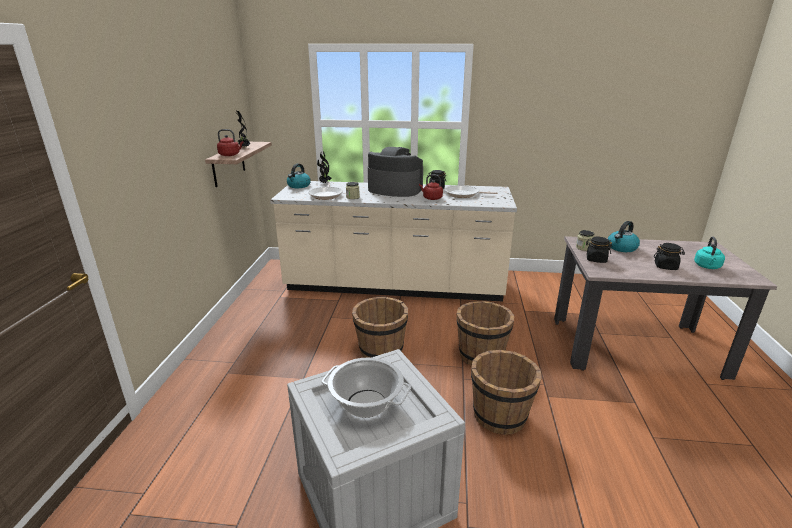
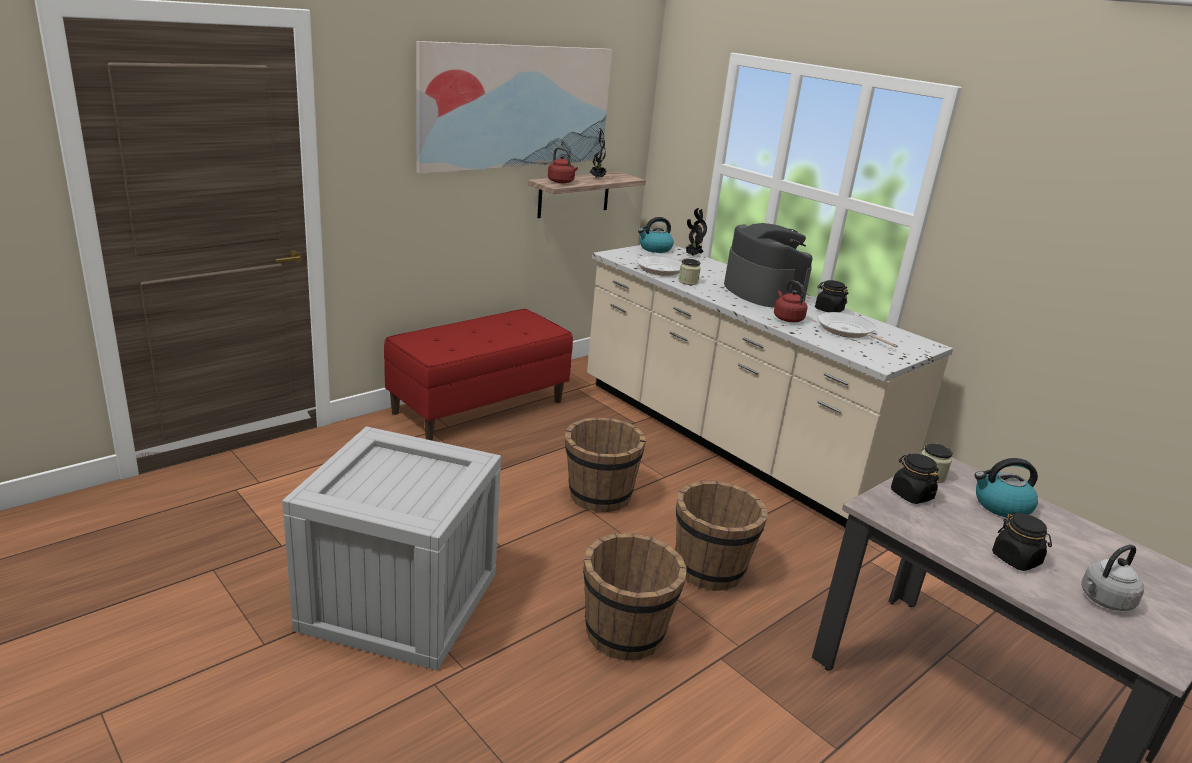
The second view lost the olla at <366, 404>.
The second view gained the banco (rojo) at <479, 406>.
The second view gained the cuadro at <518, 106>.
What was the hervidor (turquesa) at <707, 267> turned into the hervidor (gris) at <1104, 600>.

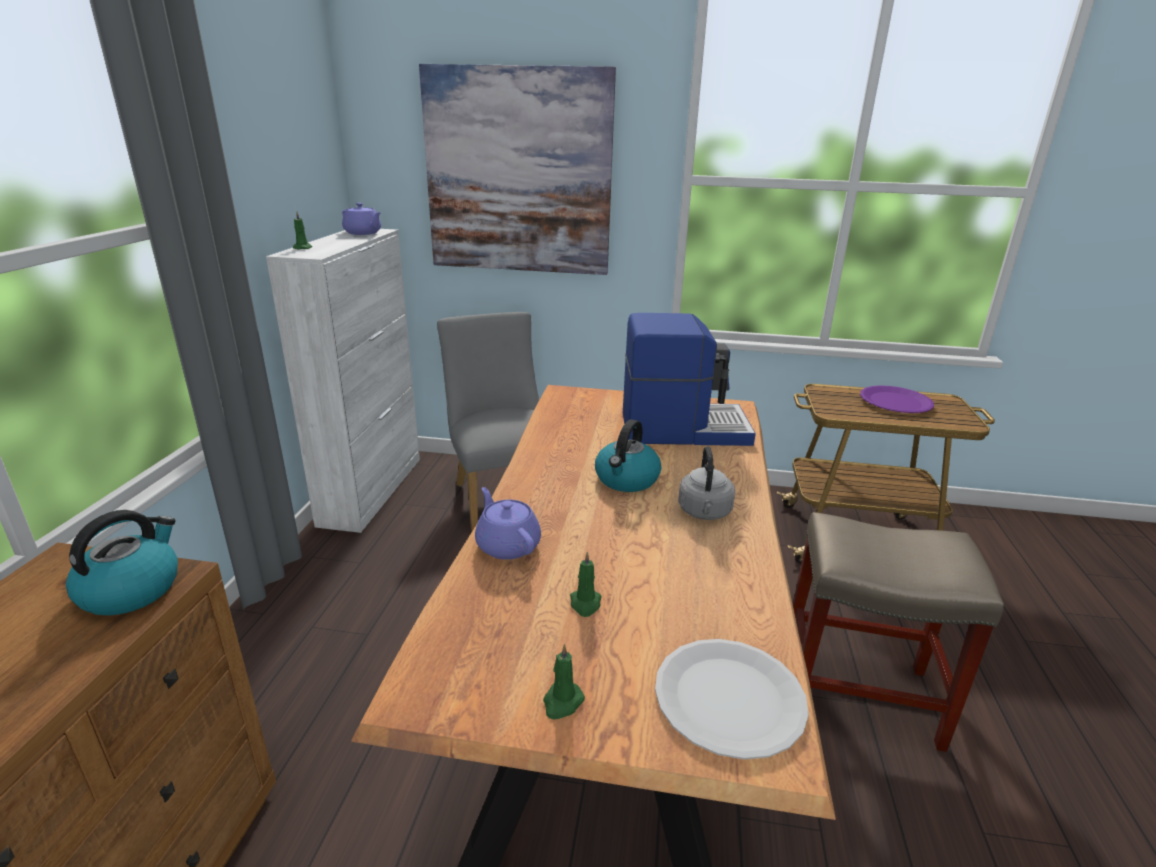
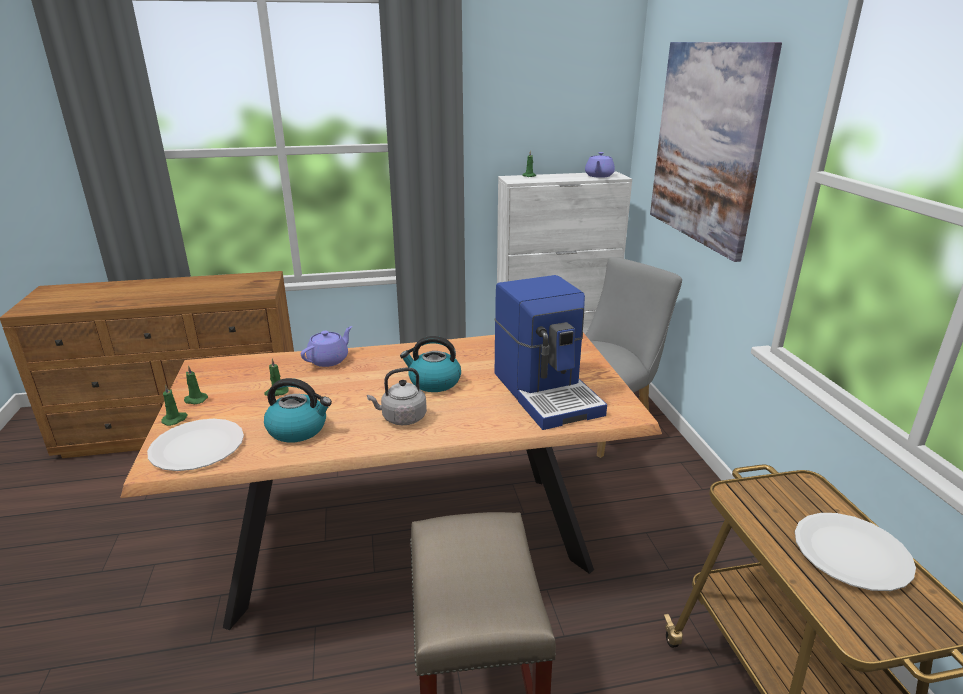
The second view gained the vela (verde) at <175, 419>.
The hervidor ended up elsewhere, having gone from <132, 589> to <298, 429>.
What was the plato (morado) at <895, 401> turned into the plato (blanco) at <851, 552>.

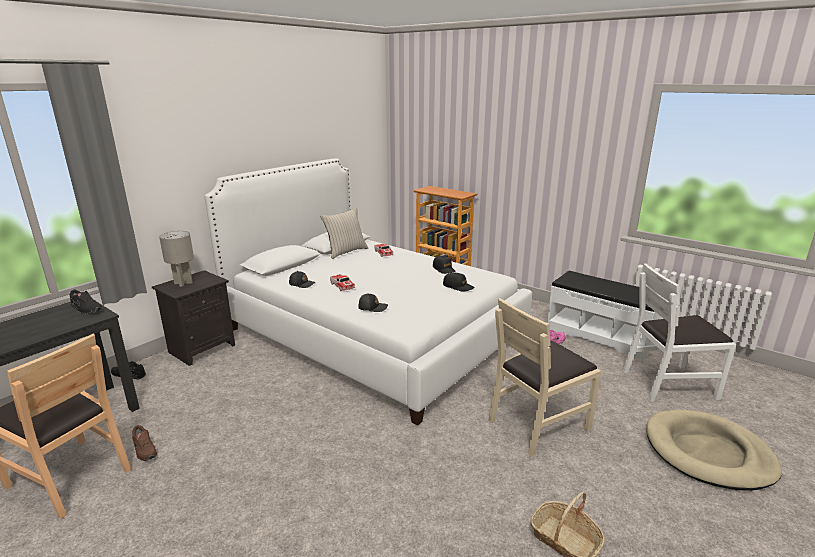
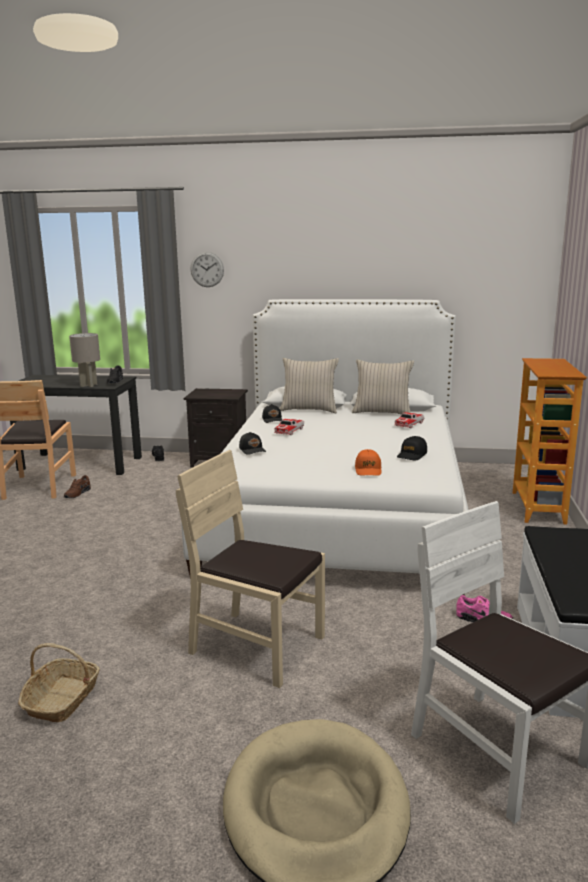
The second view gained the reloj de pared at <207, 269>.
The second view gained the cojín (beis) at <309, 410>.
The lámpara de mesa (gris) ended up elsewhere, having gone from <183, 283> to <88, 385>.
What was the gorra (negro) at <458, 286> turned into the gorra (naranja) at <368, 470>.

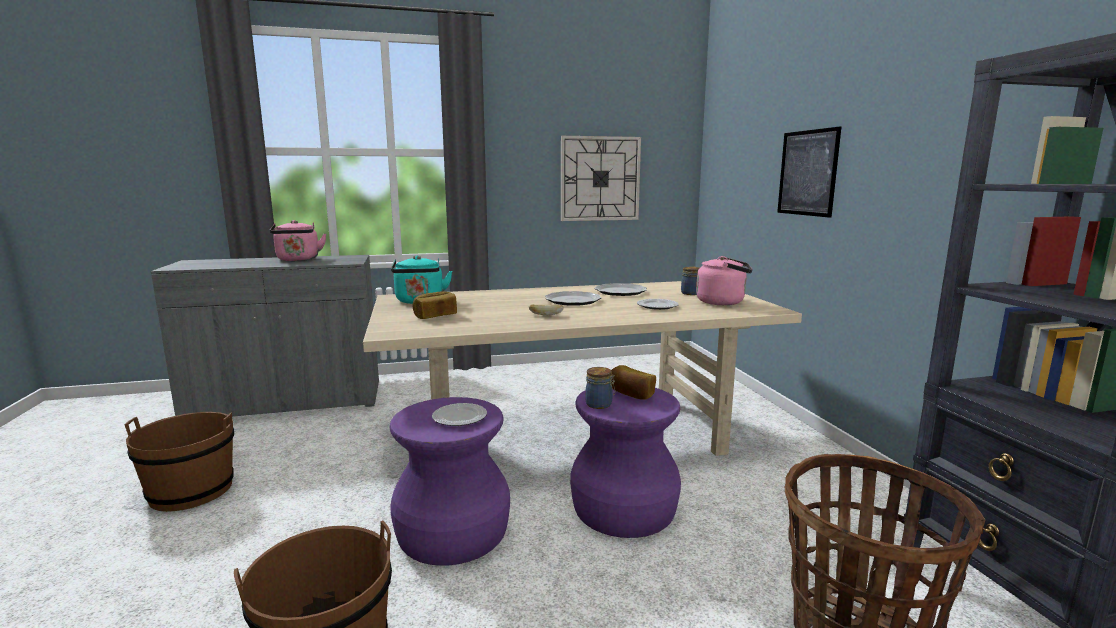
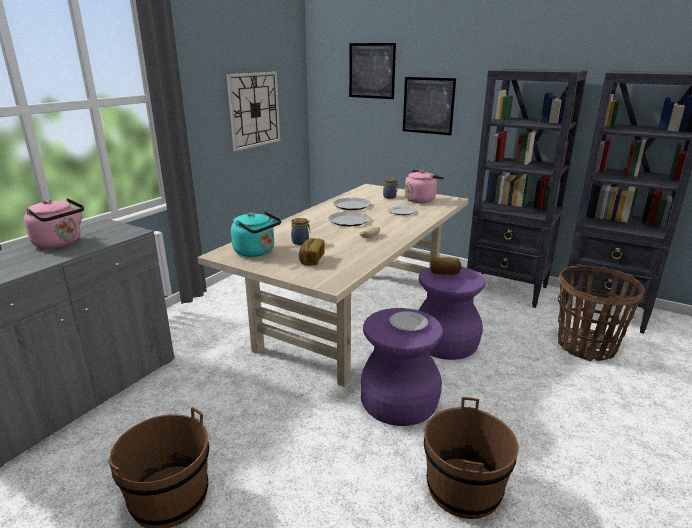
The second view gained the cuadro at <371, 71>.
The second view gained the estantería (negro) at <507, 289>.
The tarro ended up elsewhere, having gone from <600, 404> to <301, 242>.

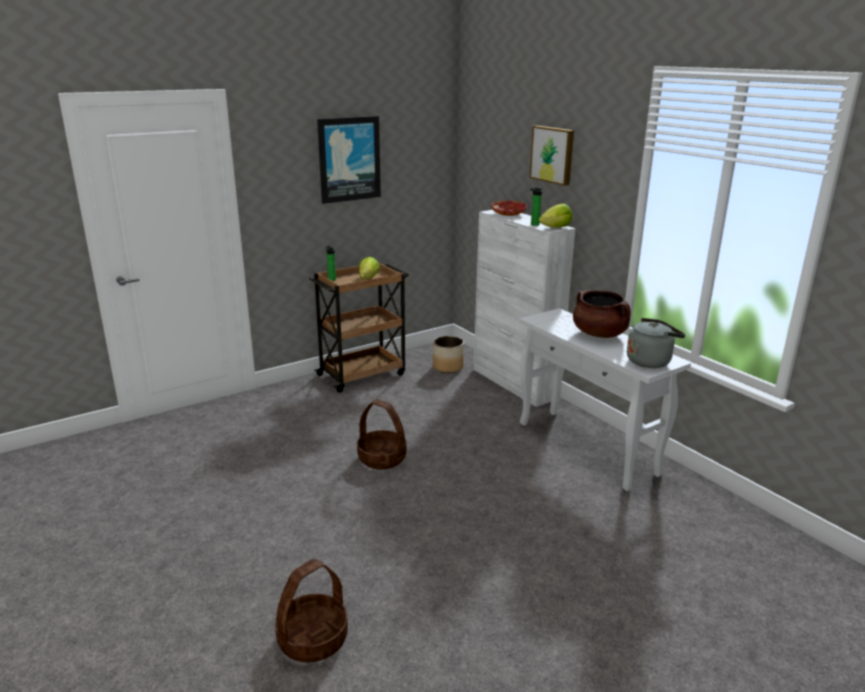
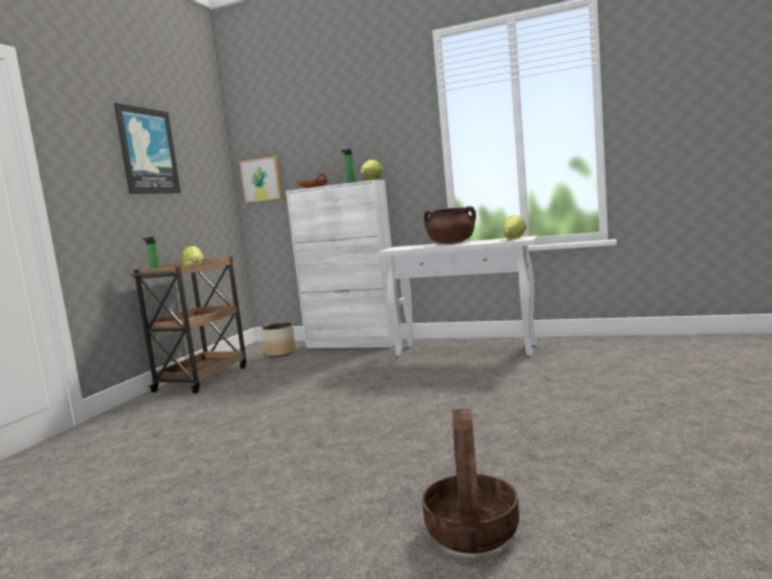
The second view lost the cesta at <382, 458>.
The cuadro ended up elsewhere, having gone from <553, 154> to <262, 180>.
Where the hervidor (gris) stood at <650, 361>, the lechuga came to stand at <513, 239>.

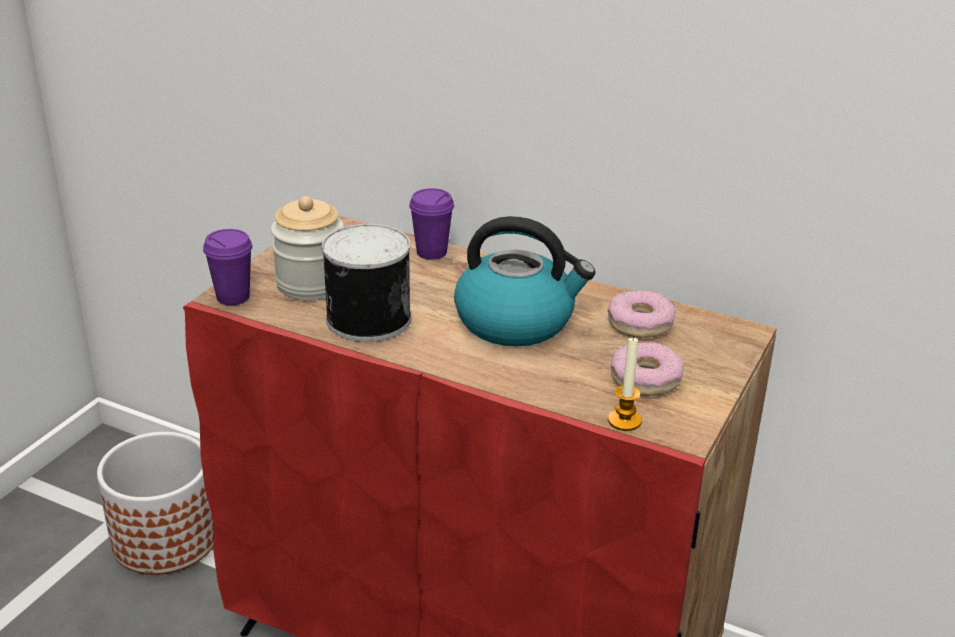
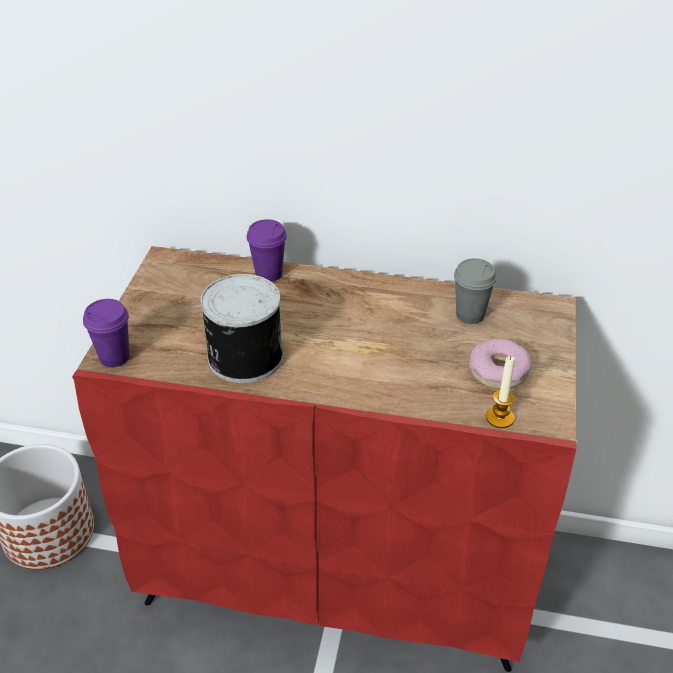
The second view lost the tarro at <311, 284>.
The second view lost the hervidor at <516, 321>.
Where the rosquilla stood at <639, 323>, the taza (gris) came to stand at <470, 315>.

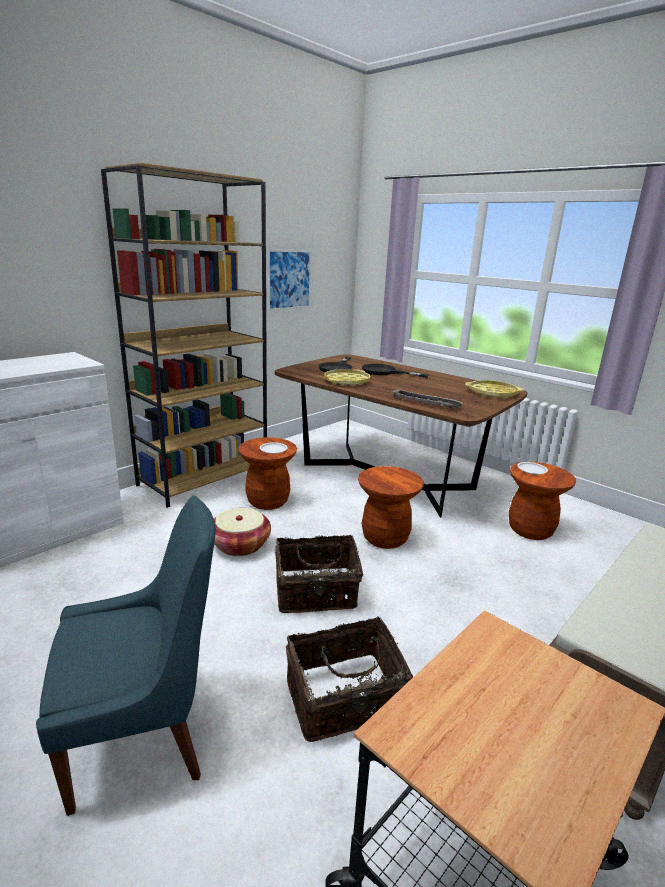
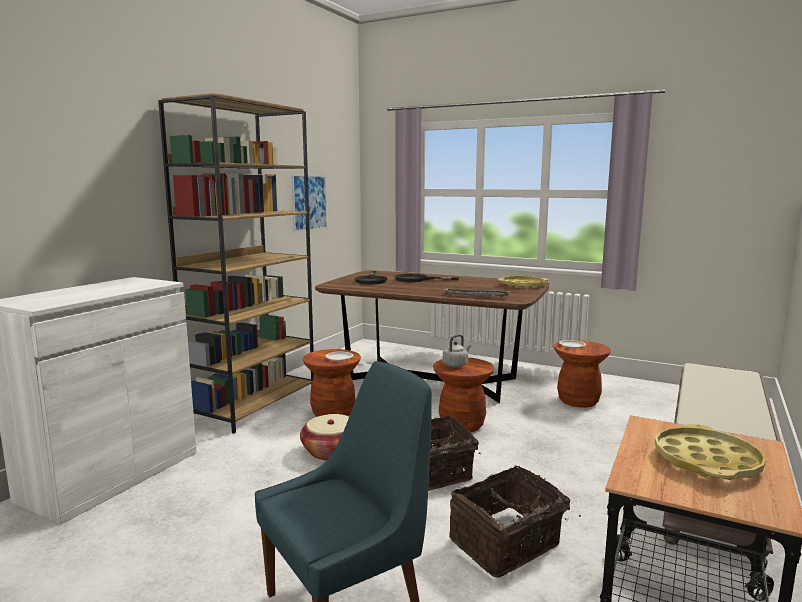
The second view gained the hervidor (gris) at <456, 364>.
The bandeja (amarillo) ended up elsewhere, having gone from <347, 381> to <706, 461>.

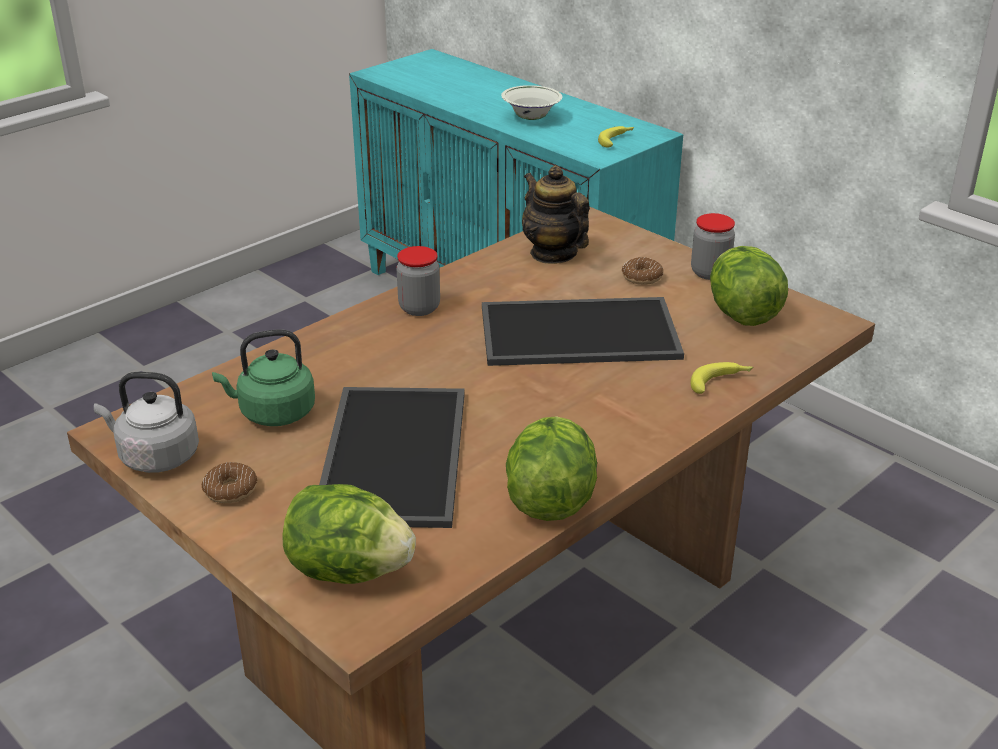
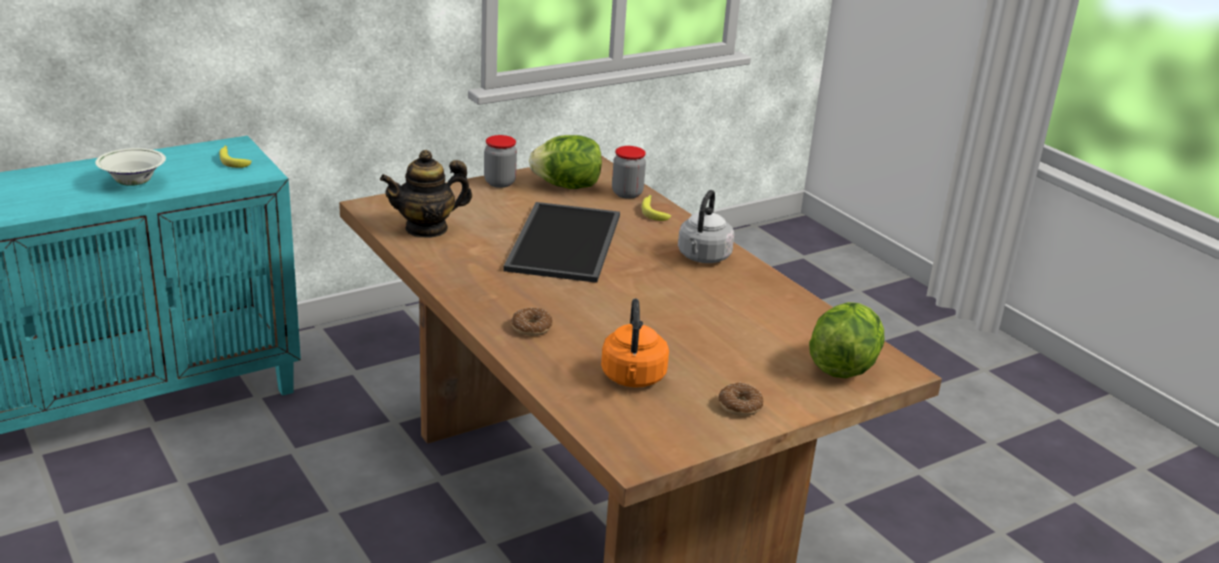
The second view lost the bandeja at <397, 456>.
The second view lost the lechuga at <550, 500>.
The hervidor (gris) ended up elsewhere, having gone from <155, 457> to <703, 257>.
The tarro ended up elsewhere, having gone from <419, 308> to <627, 193>.
The rosquilla ended up elsewhere, having gone from <642, 277> to <531, 328>.
What was the hervidor (verde) at <273, 413> turned into the hervidor (naranja) at <633, 379>.

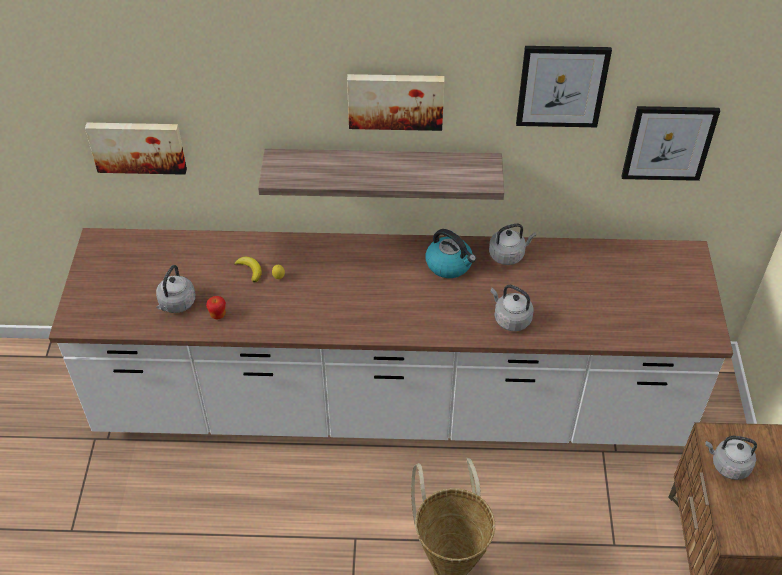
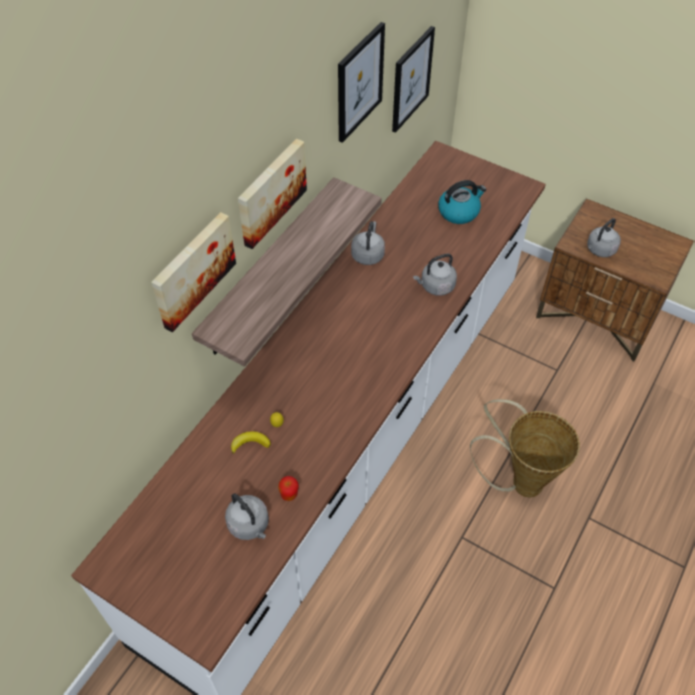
The cuadro ended up elsewhere, having gone from <137, 146> to <192, 270>.
The hervidor ended up elsewhere, having gone from <449, 264> to <459, 211>.

